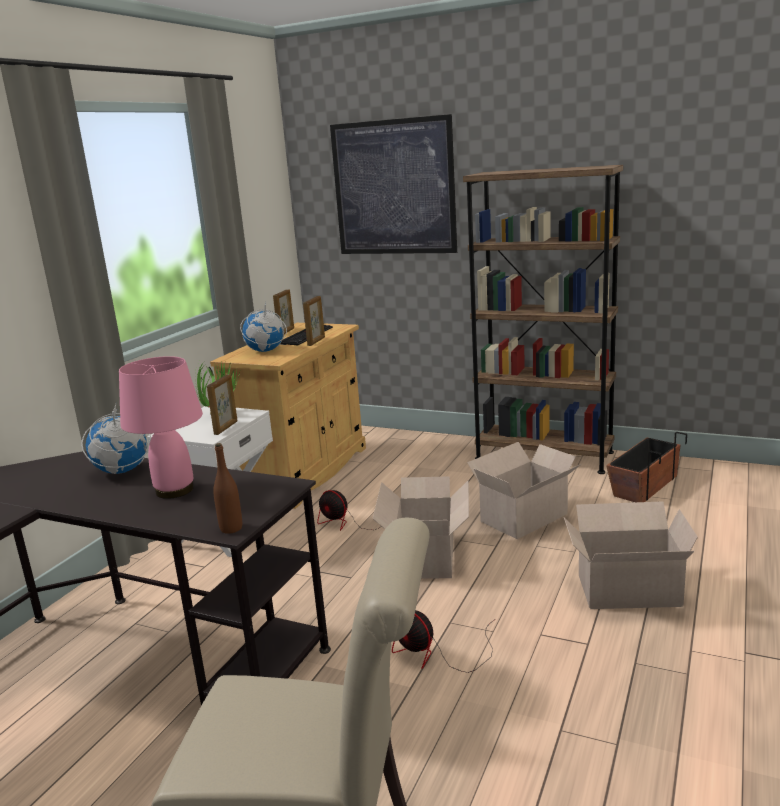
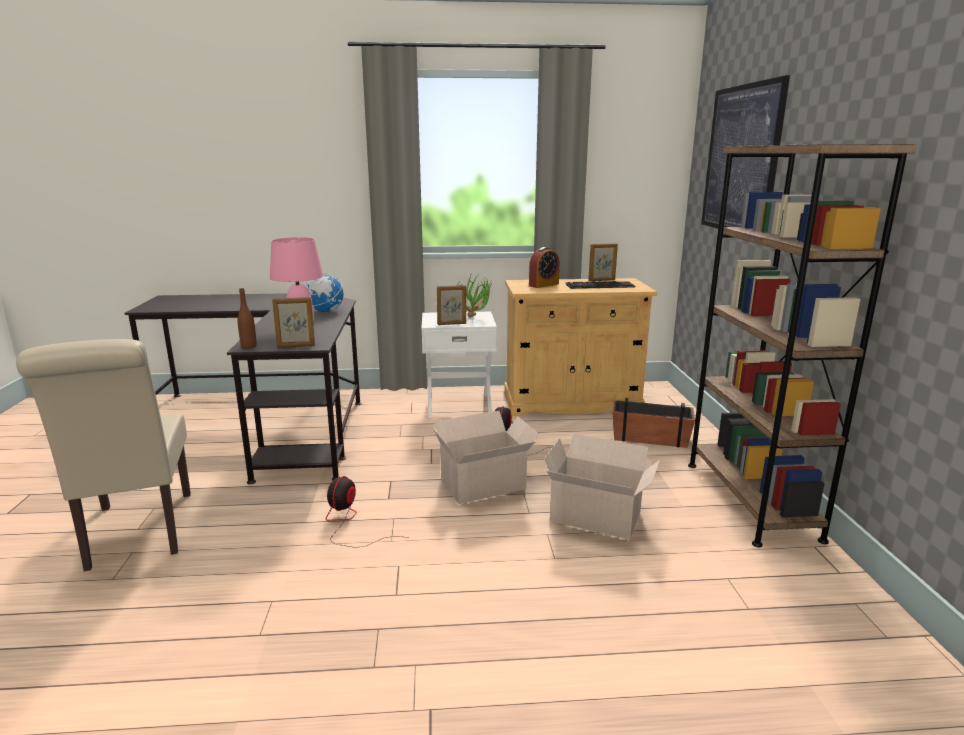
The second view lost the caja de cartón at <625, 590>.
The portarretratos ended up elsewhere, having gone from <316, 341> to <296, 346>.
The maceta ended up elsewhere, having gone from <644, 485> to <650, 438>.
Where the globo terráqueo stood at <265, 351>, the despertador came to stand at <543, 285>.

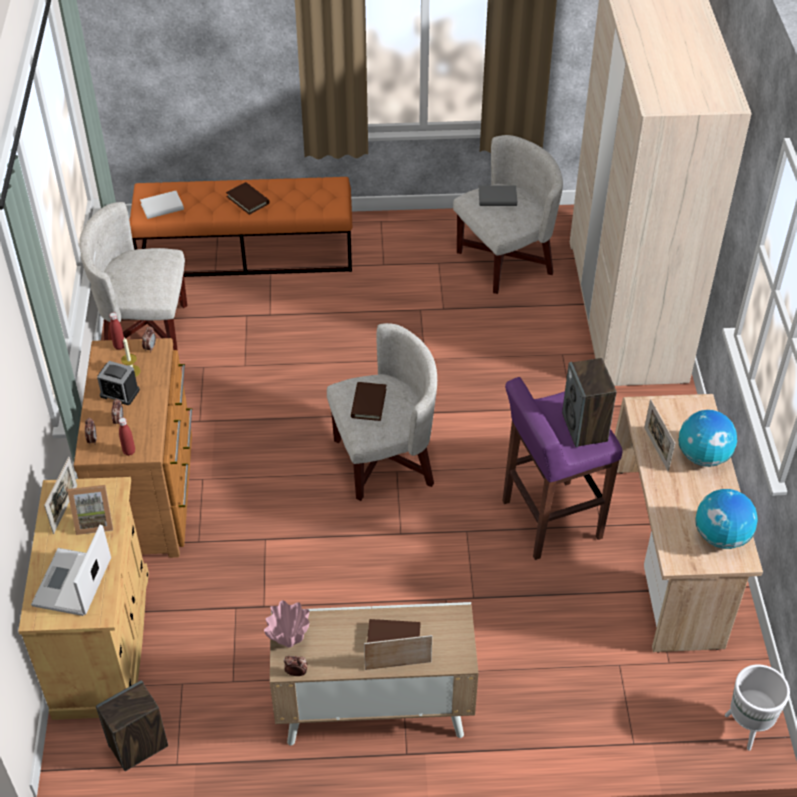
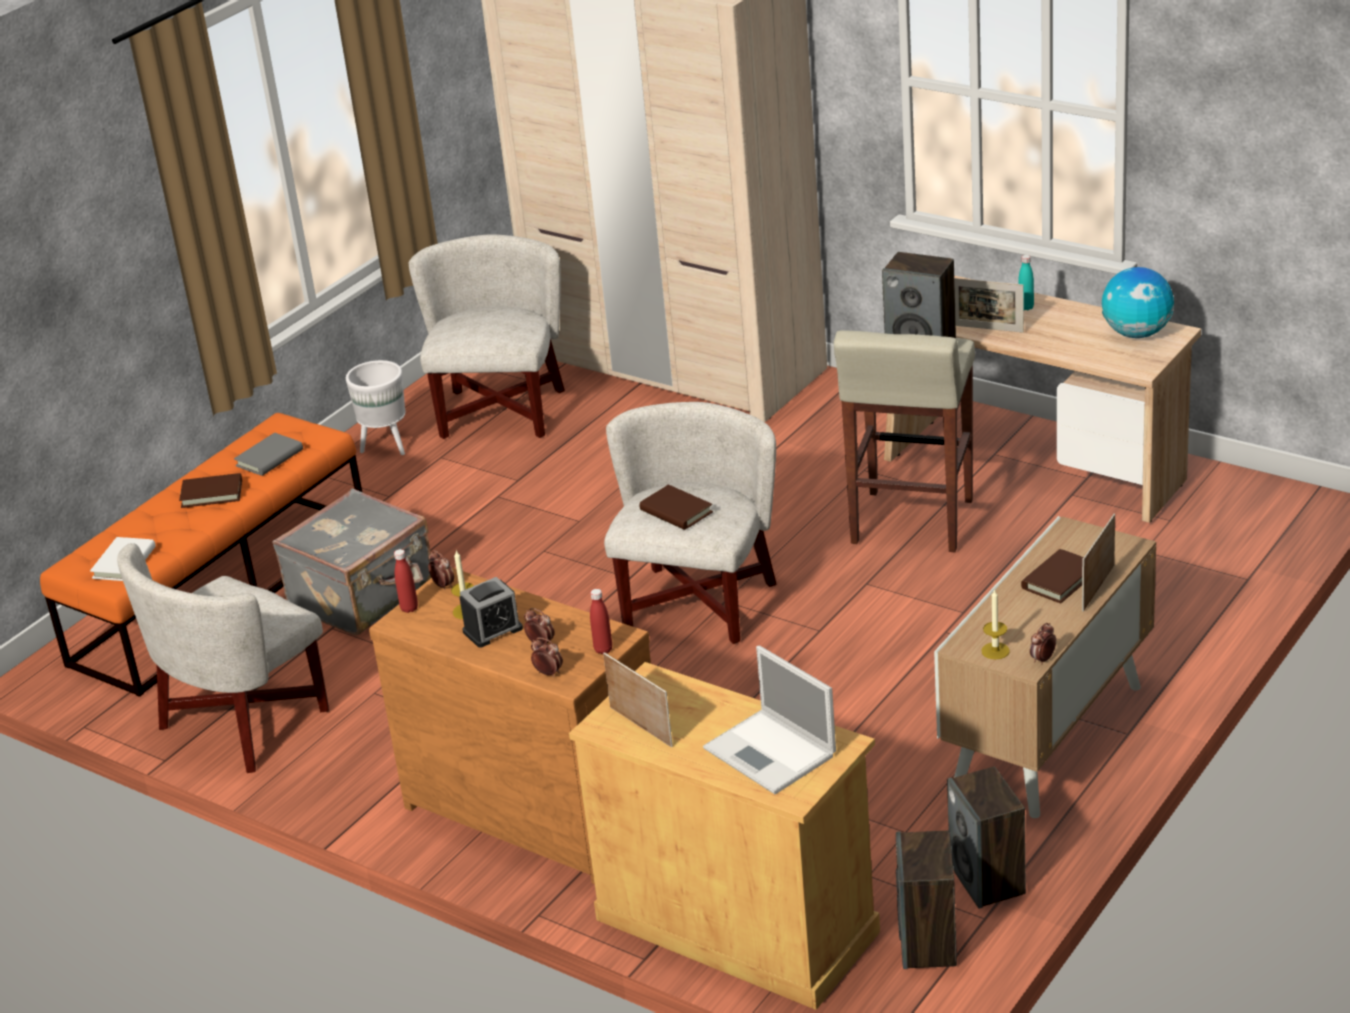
The second view lost the portarretratos at <94, 521>.
The second view gained the maleta (gris) at <364, 596>.
The second view gained the altavoz at <988, 880>.
The libro (gris) ended up elsewhere, having gone from <497, 198> to <269, 458>.
The maceta (blanco) ended up elsewhere, having gone from <747, 727> to <385, 446>.
Where the florero (rosa) stood at <290, 642>, the vela came to stand at <995, 651>.
Where the globo terráqueo stood at <703, 456>, the botella (turquesa) came to stand at <1026, 307>.
What was the taburete (morado) at <550, 520> turned into the taburete (beis) at <911, 523>.

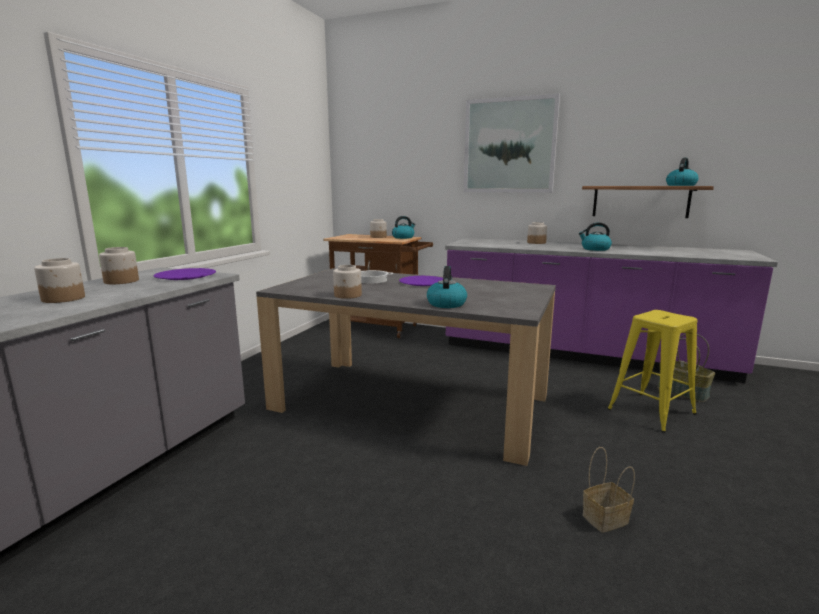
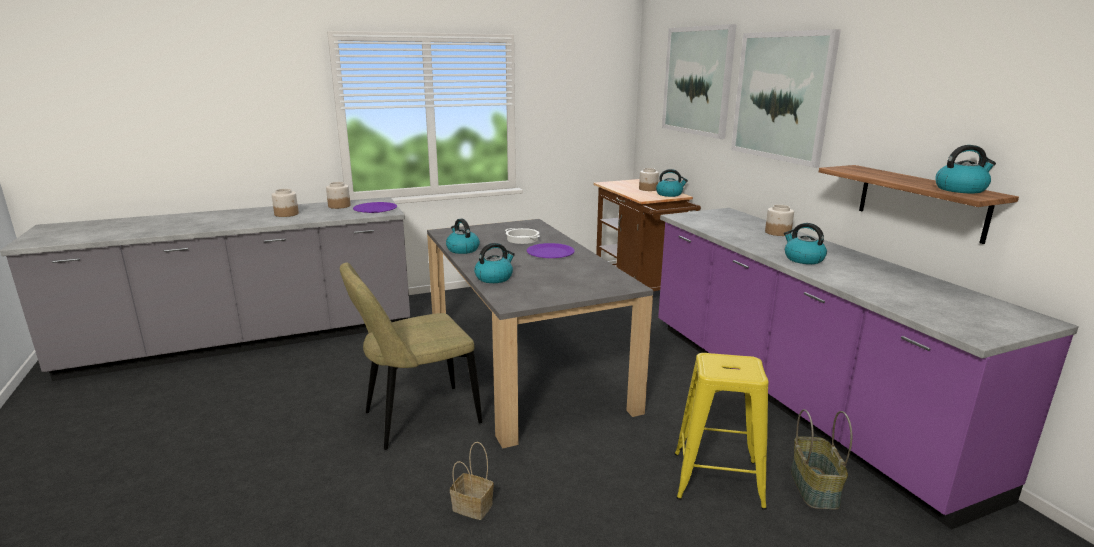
The second view gained the silla (beis) at <416, 419>.
The second view gained the cuadro at <697, 81>.
Where the tarro stood at <348, 295>, the hervidor came to stand at <462, 249>.

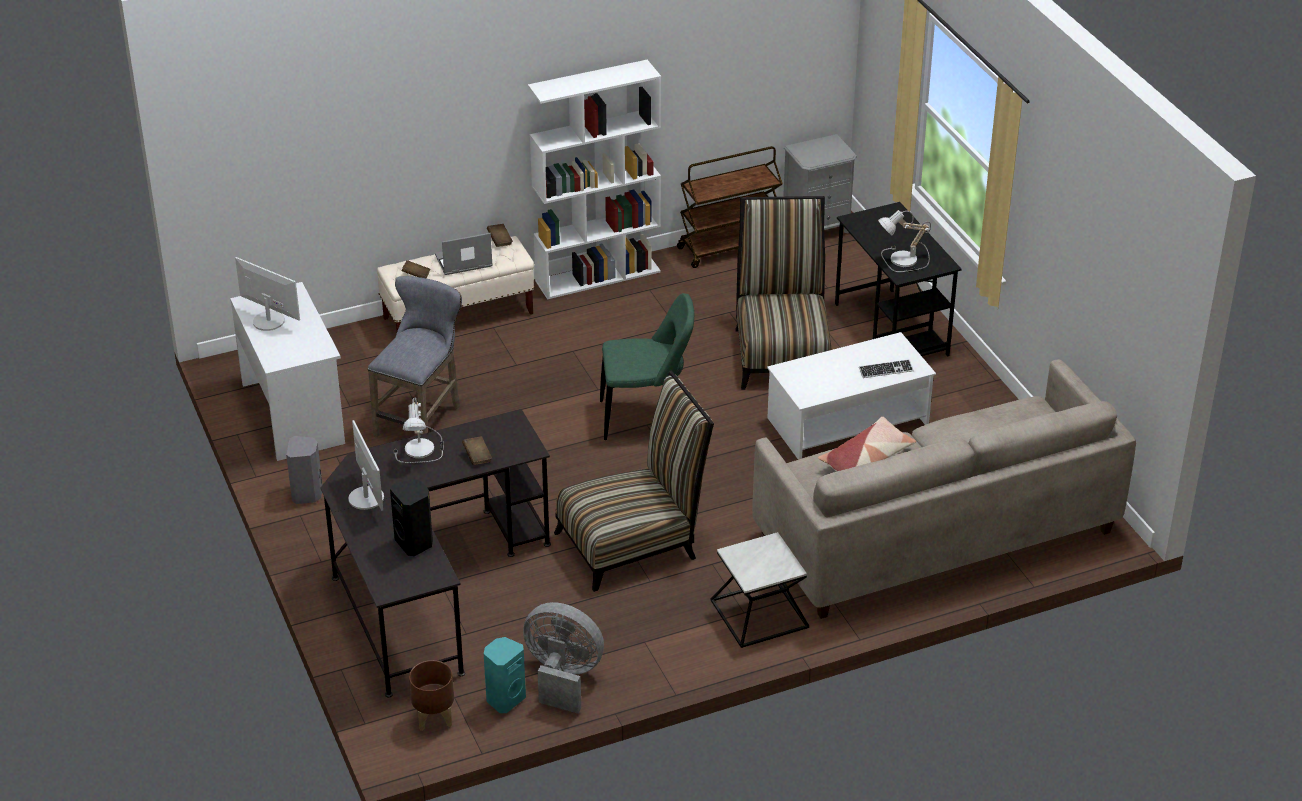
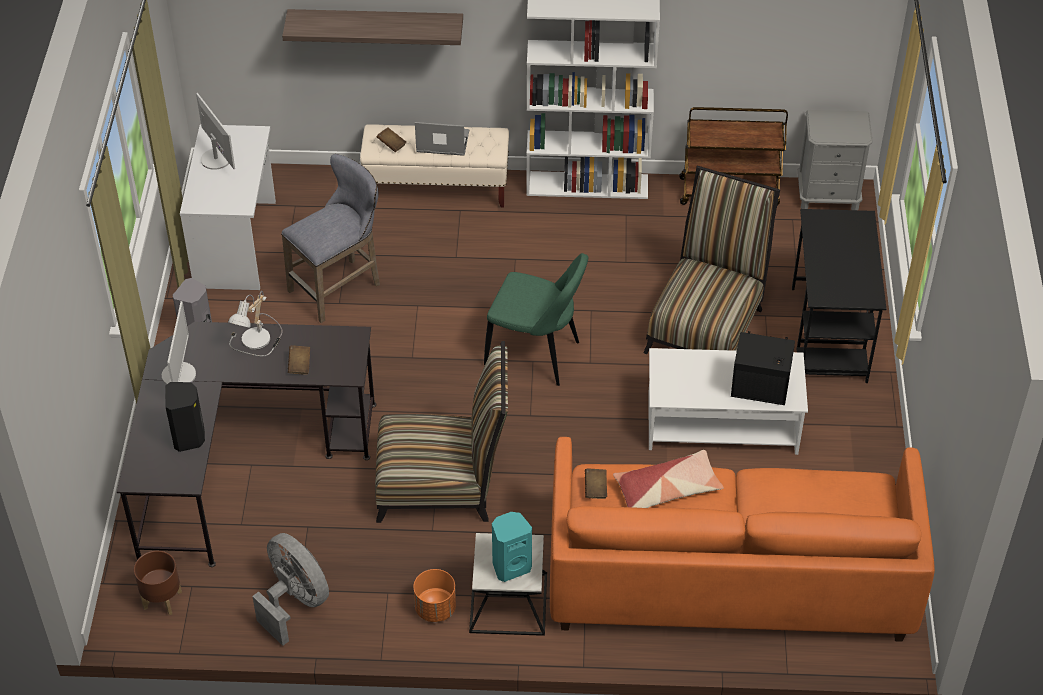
The second view lost the lámpara de mesa at <903, 261>.
The second view gained the estante at <376, 24>.
The second view gained the maceta (naranja) at <435, 609>.
The altavoz (turquesa) ended up elsewhere, having gone from <505, 699> to <510, 566>.
The libro (marrón) ended up elsewhere, having gone from <500, 241> to <595, 488>.
Where the teclado stood at <886, 370>, the altavoz (negro) came to stand at <760, 391>.
What was the sofá (beis) at <935, 533> turned into the sofá (naranja) at <729, 577>.

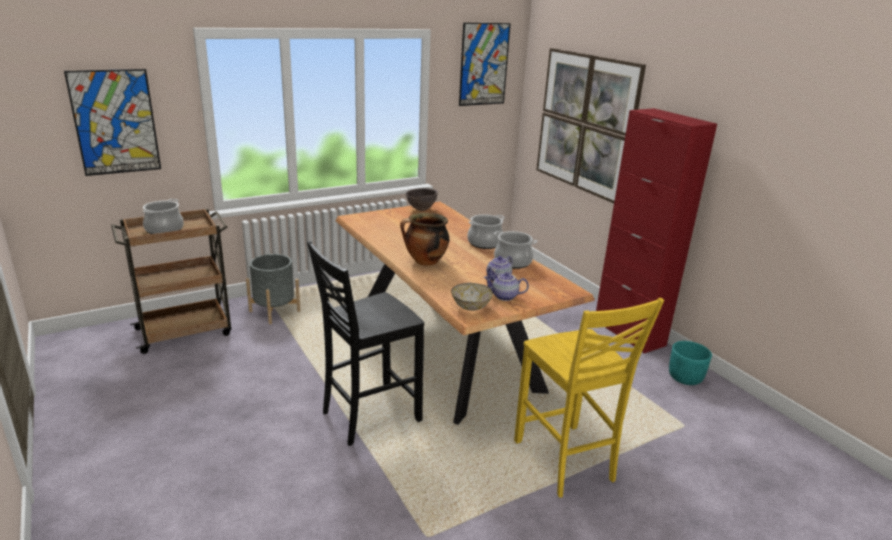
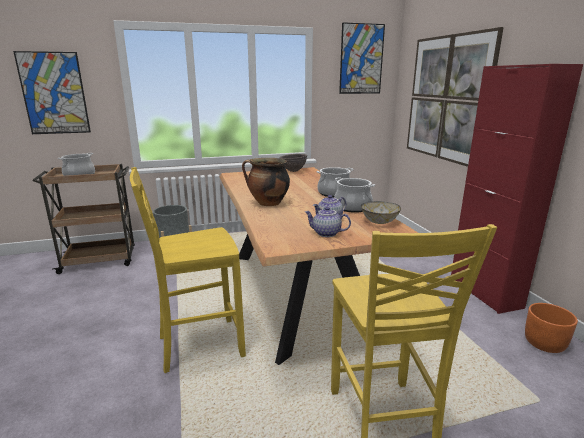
The cuenco ended up elsewhere, having gone from <470, 307> to <379, 222>.
What was the silla (negro) at <368, 416> turned into the silla (amarillo) at <198, 345>.
What was the maceta (turquesa) at <685, 378> turned into the maceta (naranja) at <545, 344>.

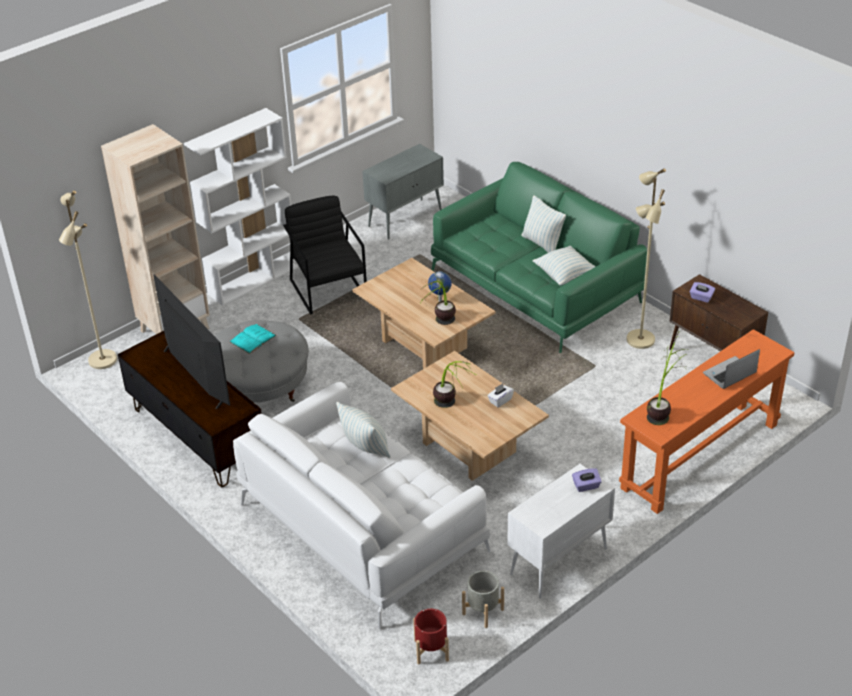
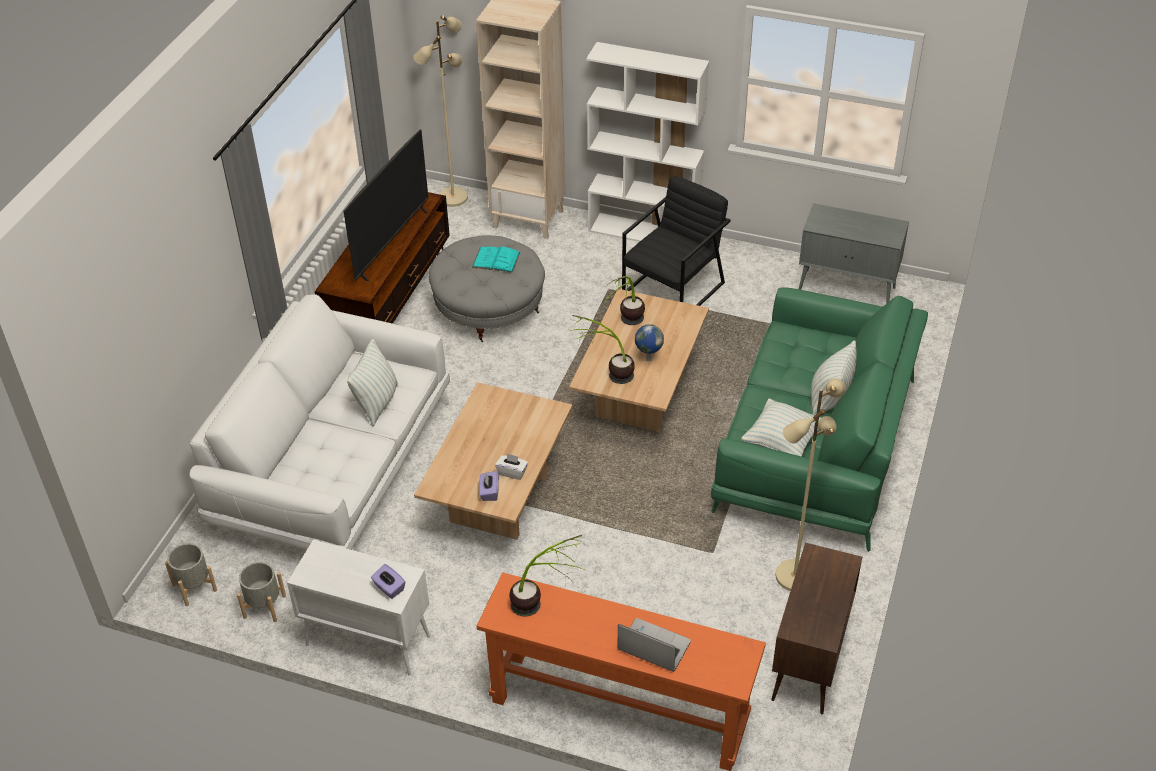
The planta en maceta ended up elsewhere, having gone from <452, 407> to <626, 326>.
The caja de pañuelos (morado) ended up elsewhere, having gone from <701, 298> to <489, 492>.
What was the maceta (rojo) at <431, 650> turned into the maceta (gris) at <194, 587>.

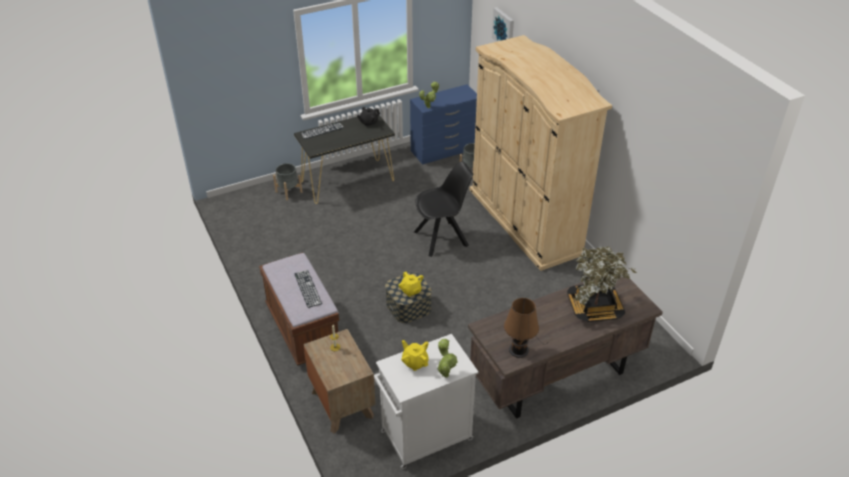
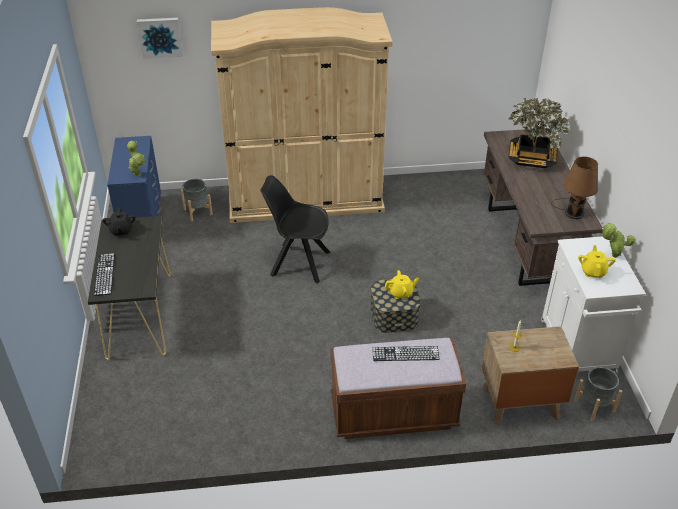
The maceta (gris) ended up elsewhere, having gone from <288, 192> to <594, 406>.
The tetera (amarillo) at <415, 362> ended up facing another way, 120 degrees clockwise from before.
The silla (negro) at <442, 238> ended up facing another way, 75 degrees counterclockwise from before.

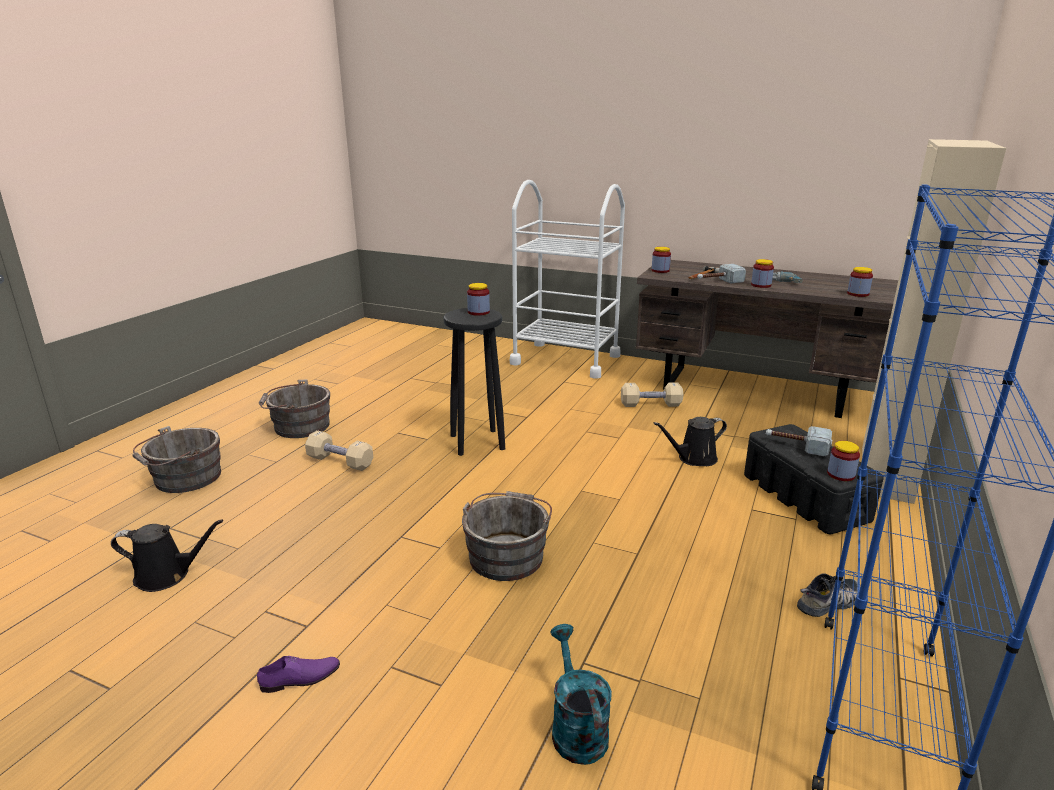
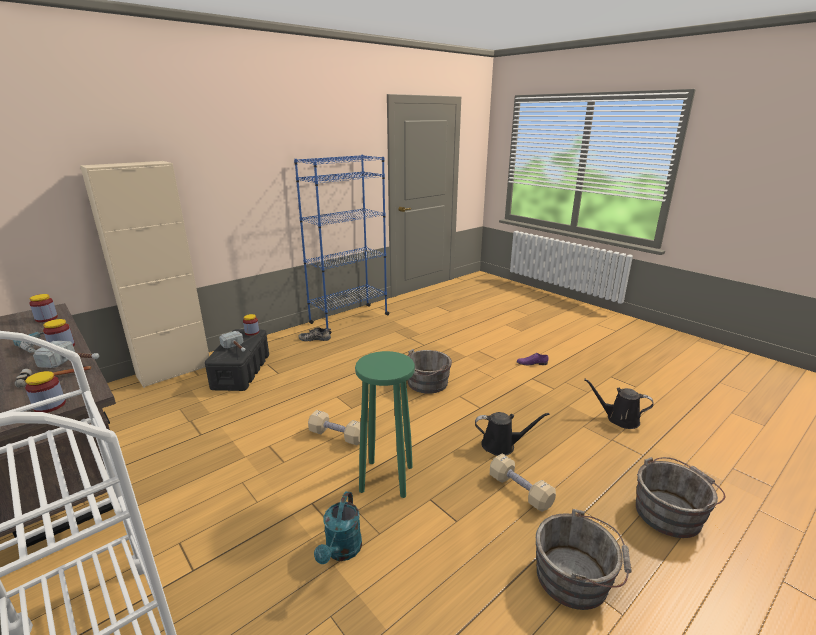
The second view lost the tarro at <478, 312>.
The regadera (turquesa) ended up elsewhere, having gone from <576, 727> to <341, 551>.
The mancuerna (beis) ended up elsewhere, having gone from <650, 404> to <337, 436>.
The regadera (negro) ended up elsewhere, having gone from <694, 459> to <501, 445>.
What was the taburete (negro) at <477, 442> turned into the taburete (verde) at <387, 477>.

